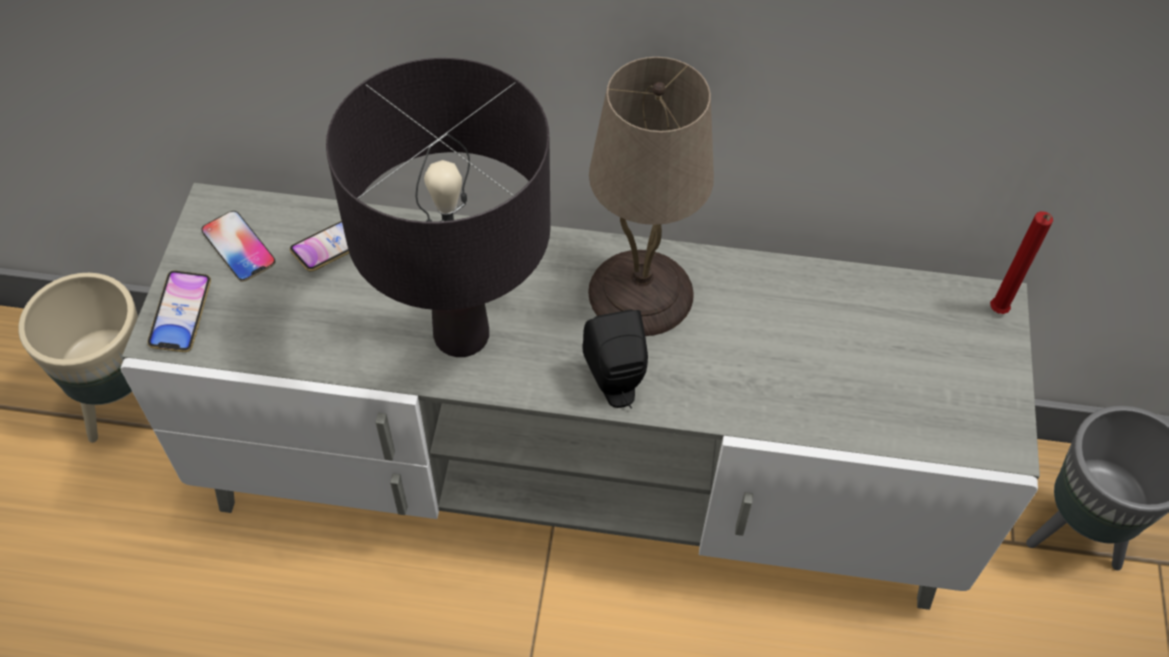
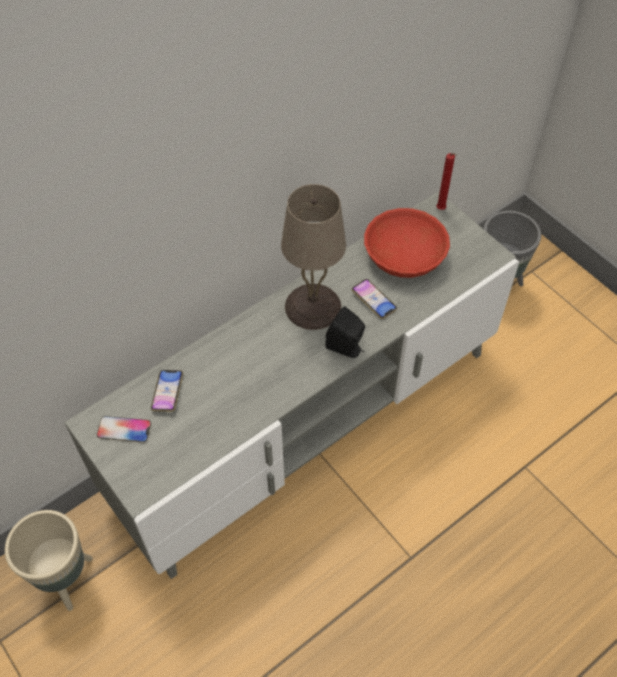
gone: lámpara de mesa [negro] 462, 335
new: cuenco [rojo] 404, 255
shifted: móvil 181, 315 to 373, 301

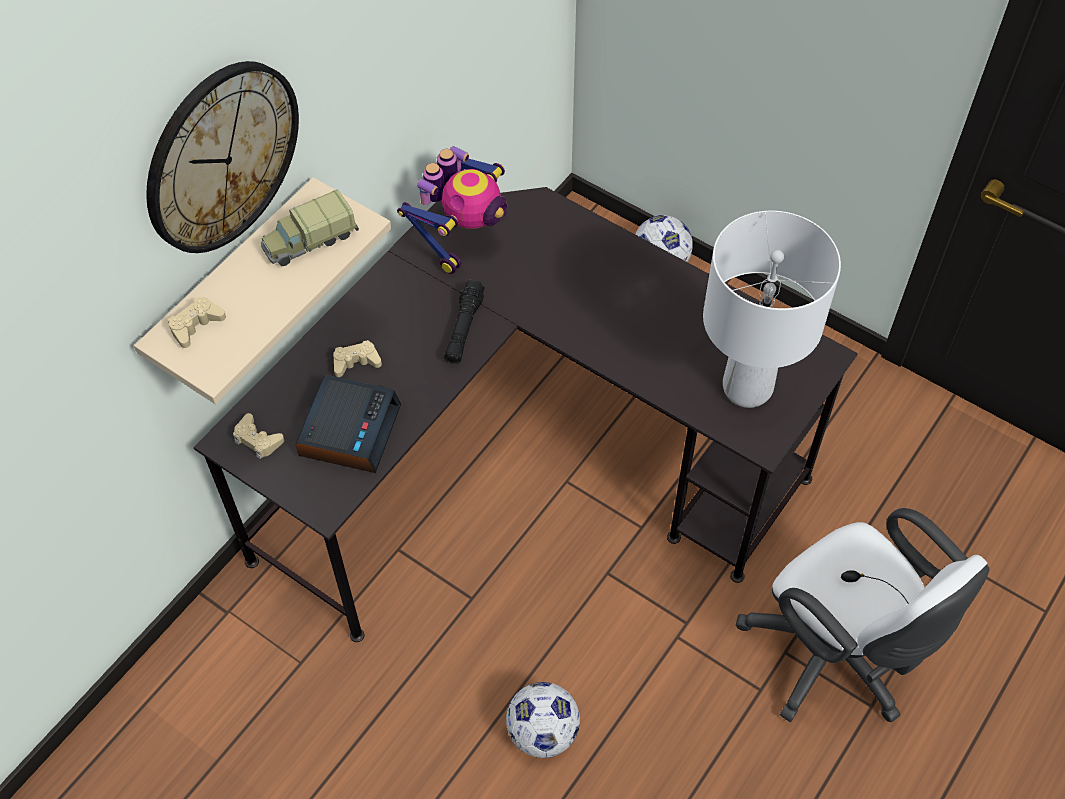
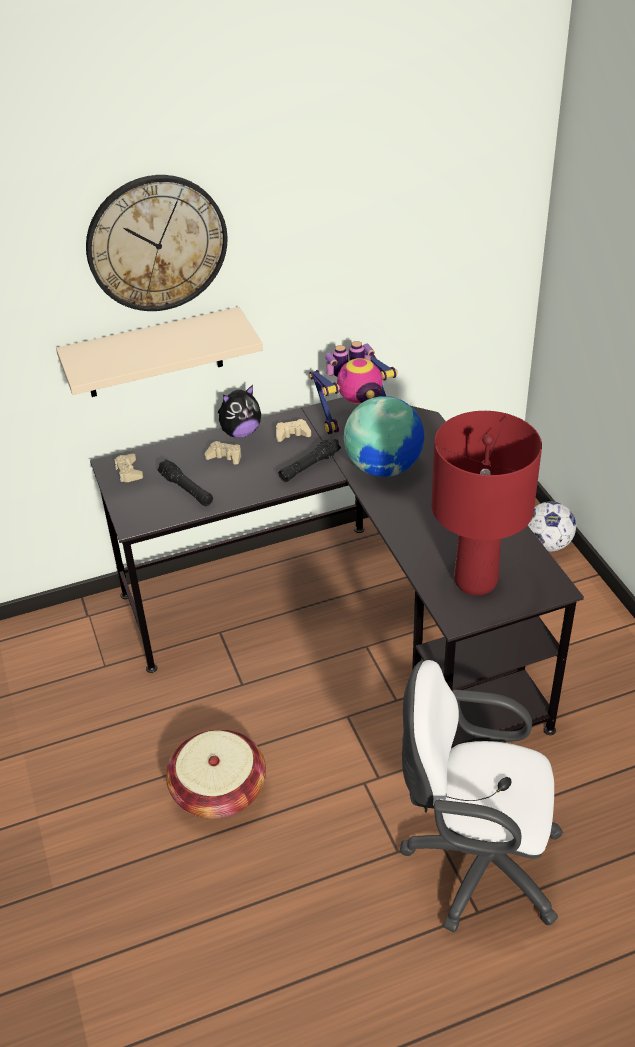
gone: camión de juguete 310, 241
new: peluche 240, 432; globo terráqueo 384, 467
shifted: mando de consola [beis] 196, 325 to 292, 434
swapped: despertador 349, 429 to linterna [negro] 186, 489; balón de fútbol 542, 732 to cesta 219, 790
repainted: lámpara de mesa [blanco] 748, 387 to lámpara de mesa [rojo] 476, 581
rotated: silla de oficina [blanco] 835, 658 = 475, 862 105 degrees clockwise

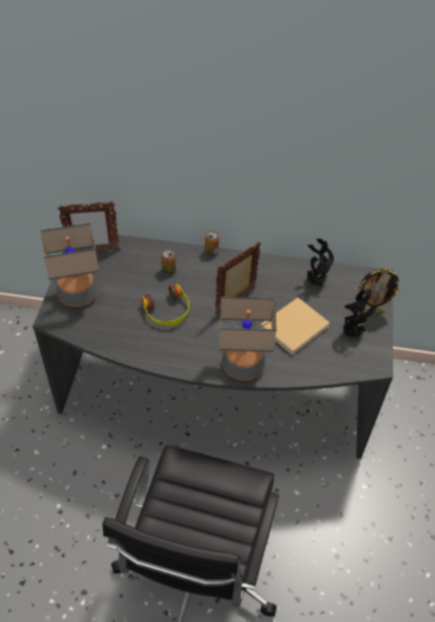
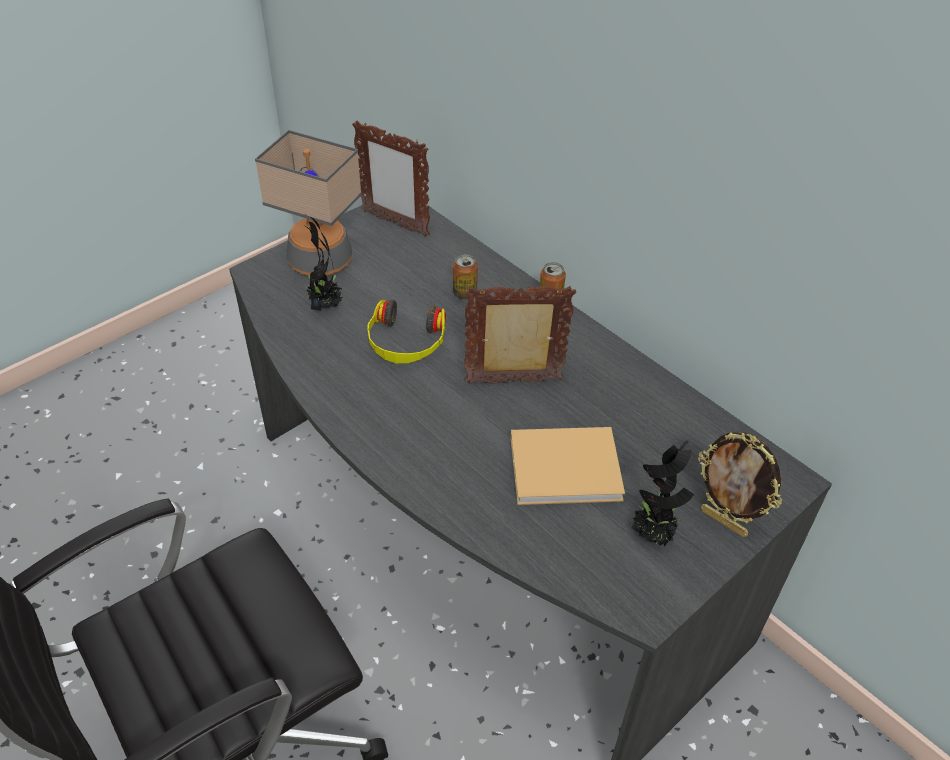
gone: lámpara de mesa 243, 365
shifted: planta en maceta 314, 282 to 324, 305

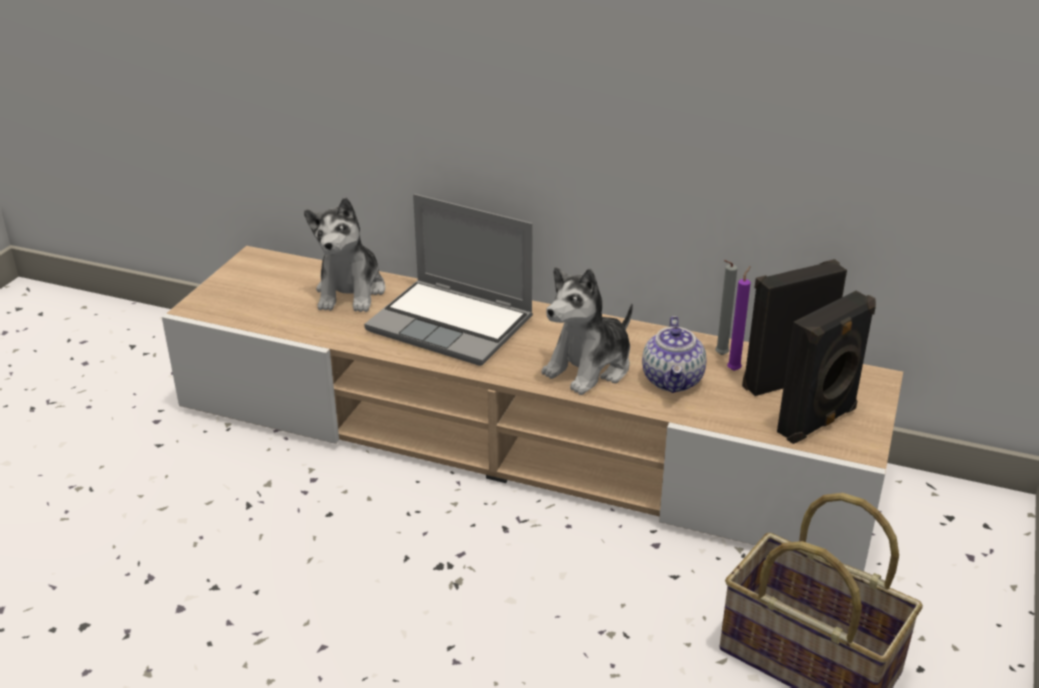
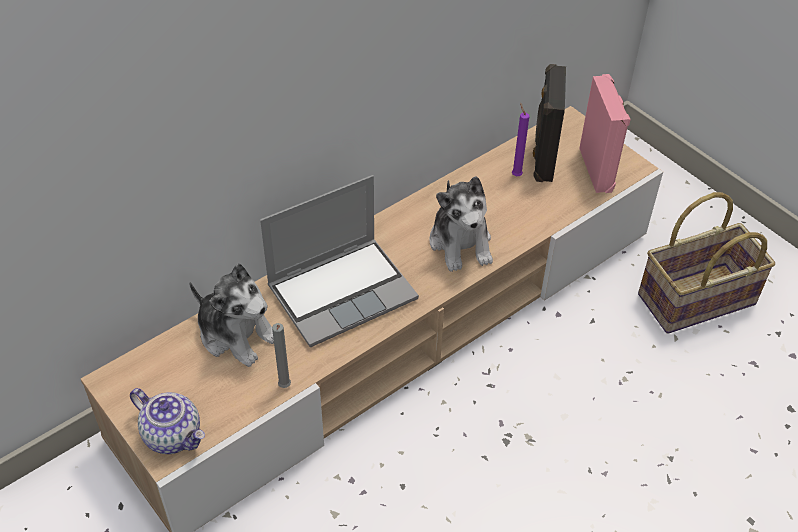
shifted: tetera 673, 380 to 173, 435; vela [gris] 719, 355 to 284, 387
repainted: altavoz [negro] 818, 422 to altavoz [rosa] 597, 169

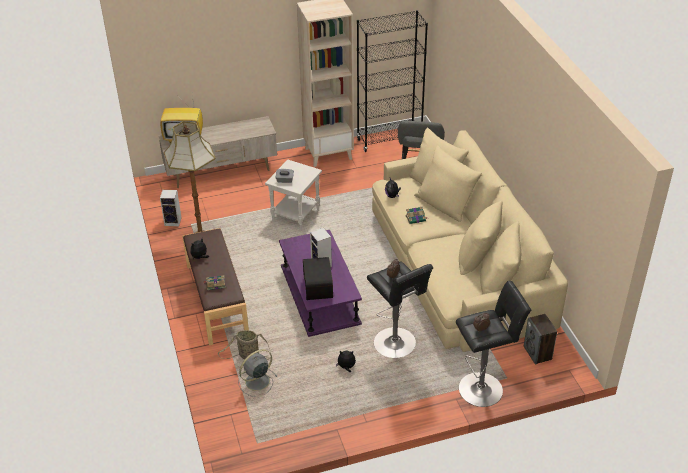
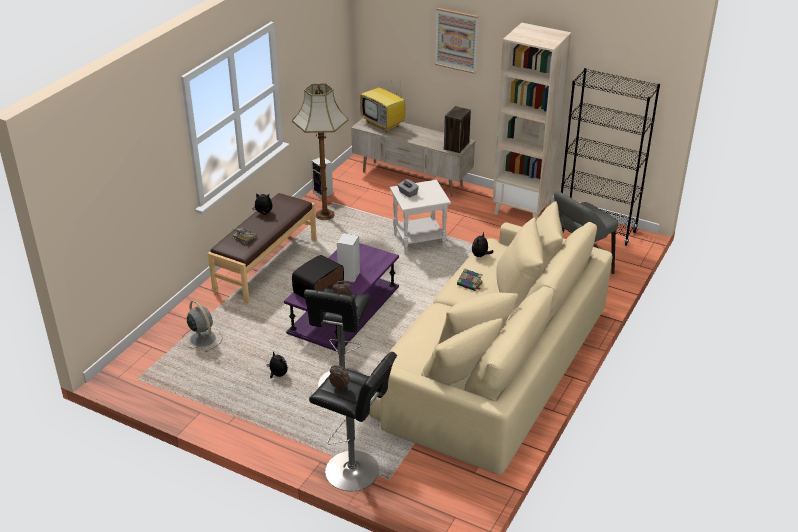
gone: cesta 247, 356
new: cuadro 456, 40
shifted: altavoz 538, 353 to 456, 146
rotated: ventilador [gris] 256, 382 = 202, 338 45 degrees clockwise

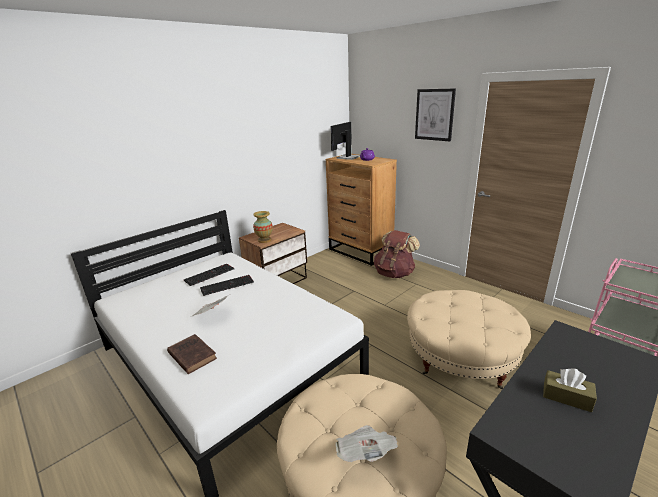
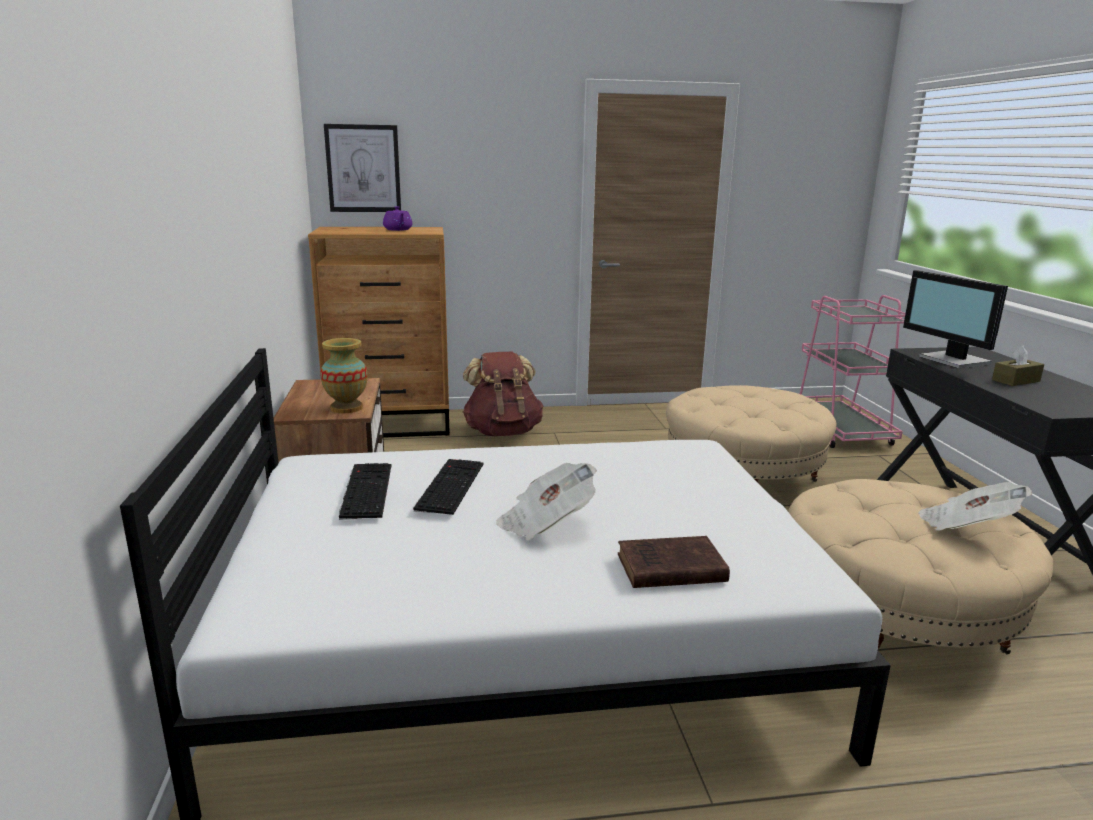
shifted: cuadro 434, 115 to 363, 168; monitor 347, 157 to 953, 360

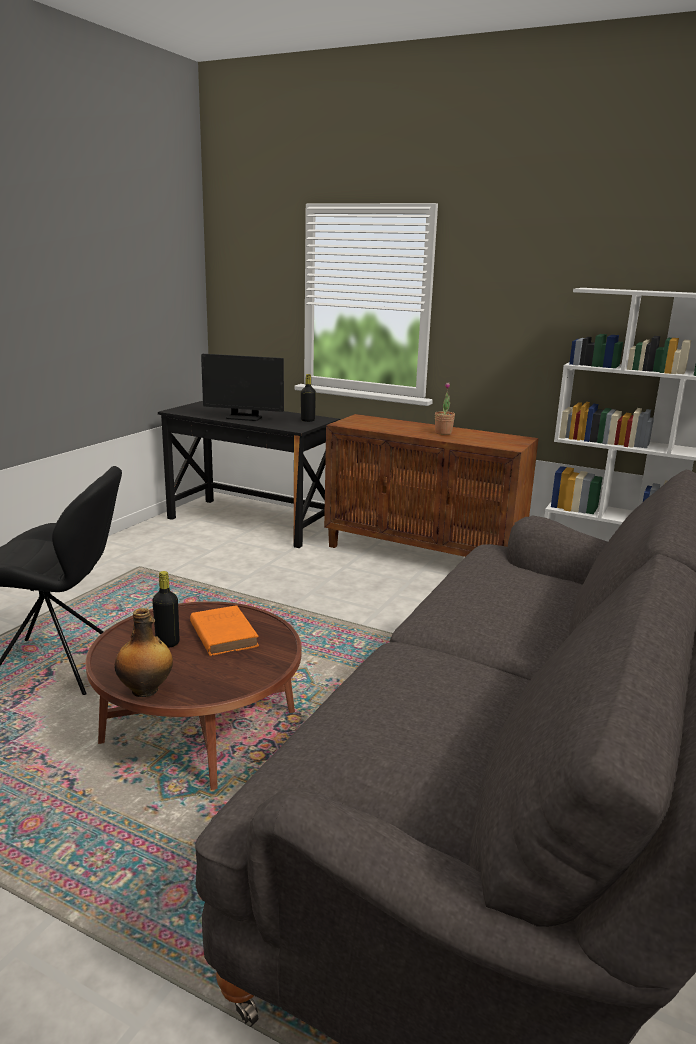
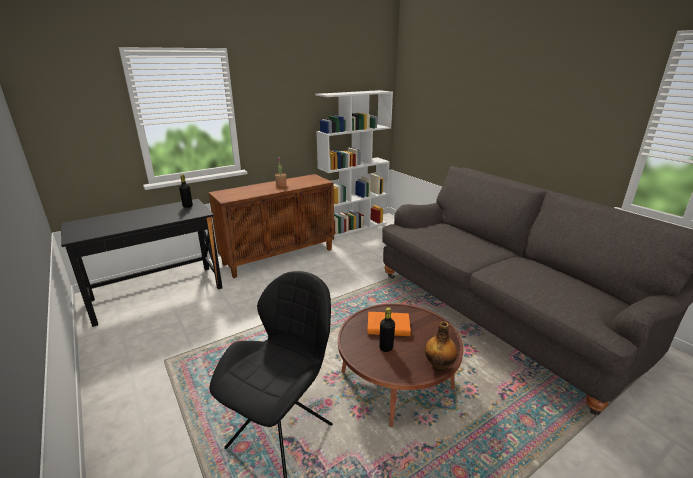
gone: monitor 244, 417

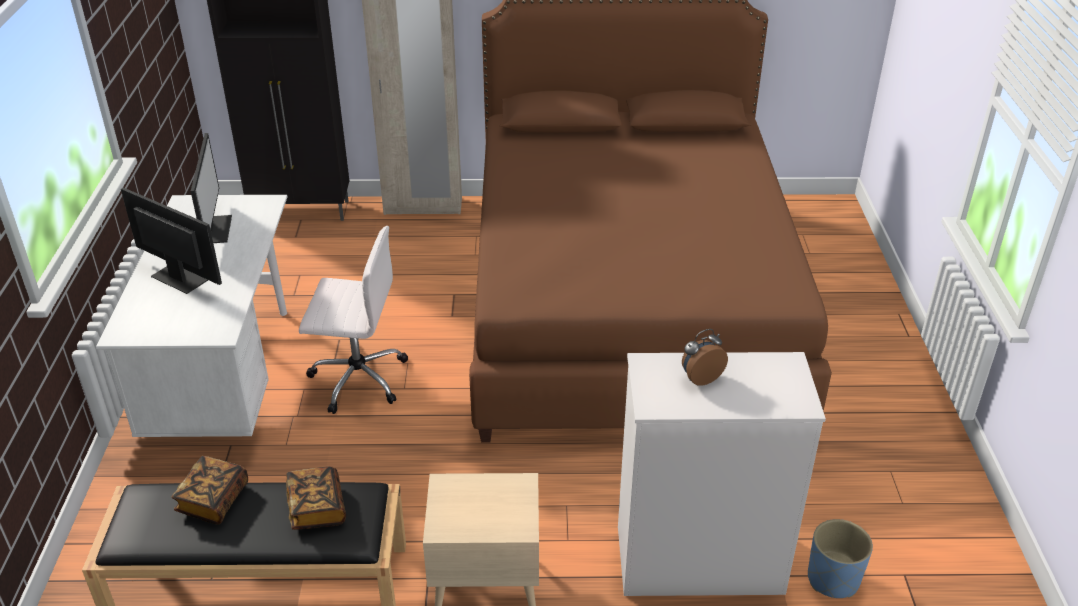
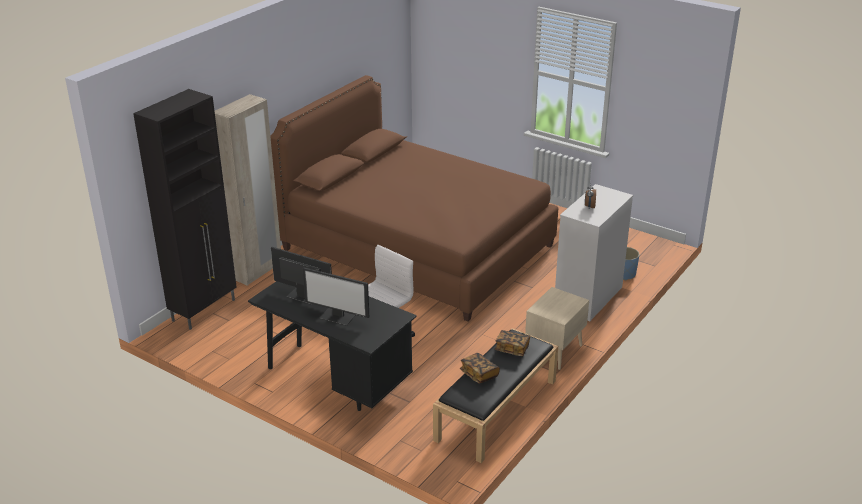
repainted: escritorio [blanco] 227, 380 to escritorio [negro] 335, 380
rotated: monitor 179, 278 = 338, 316 135 degrees counterclockwise

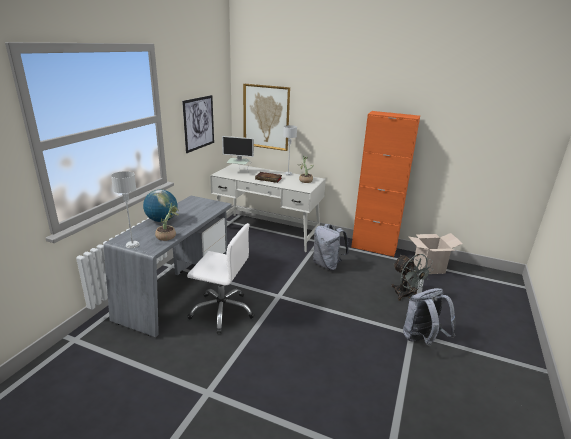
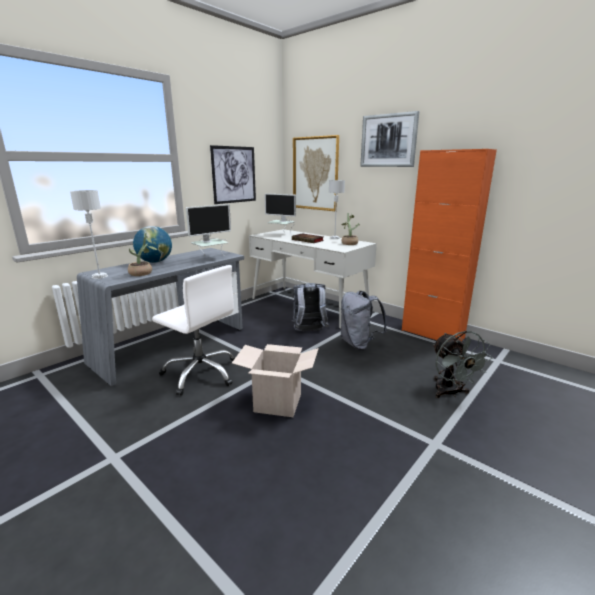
new: monitor 211, 258; cuadro 388, 140
shifted: caja de cartón 428, 268 to 277, 403; mochila [gris] 422, 340 to 309, 332

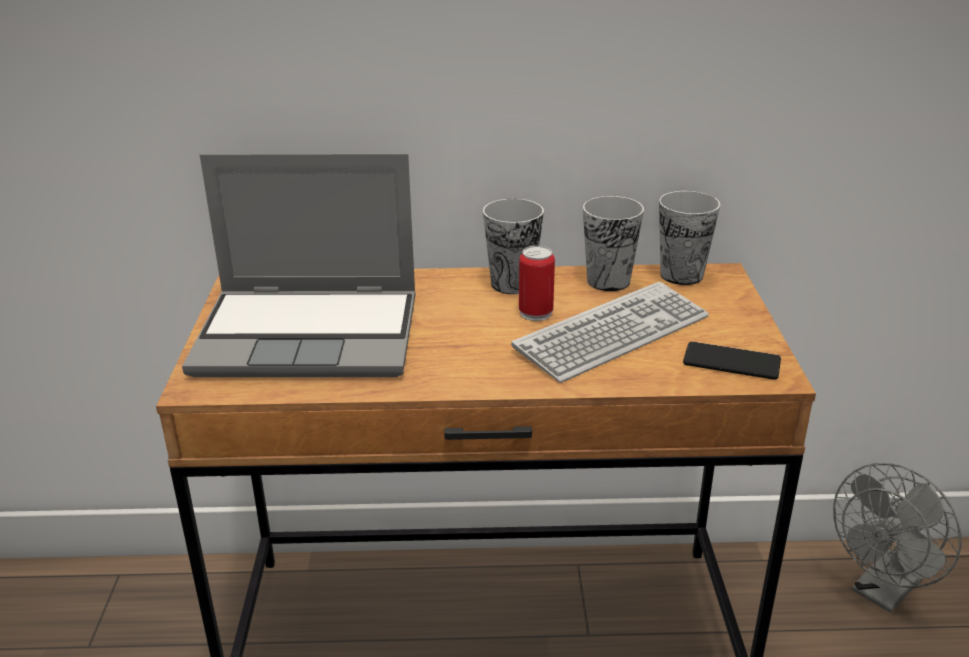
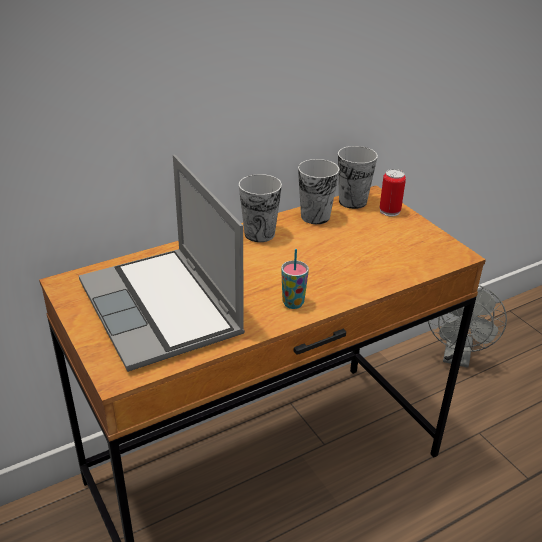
gone: teclado 612, 333; móvil 731, 362
new: taza 293, 303
shifted: lata 535, 313 to 389, 211
rotated: portátil 312, 335 = 163, 310 90 degrees clockwise

